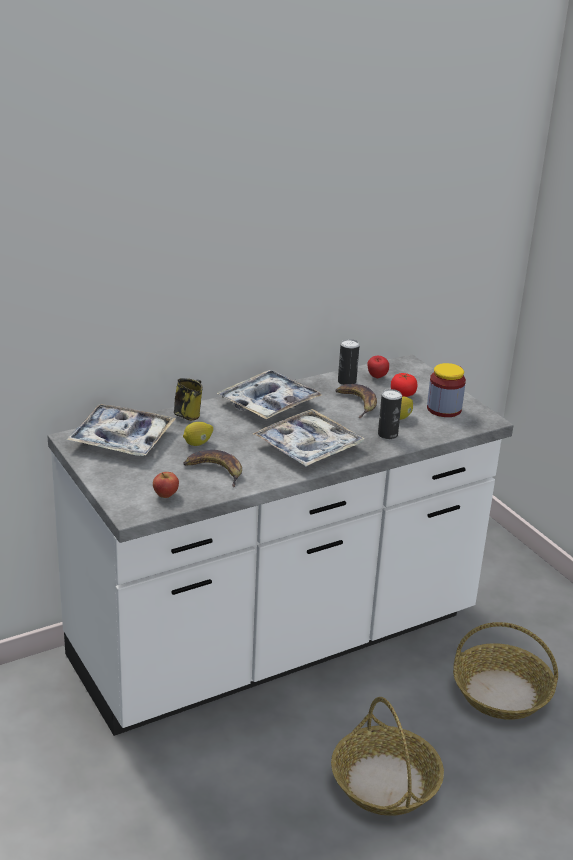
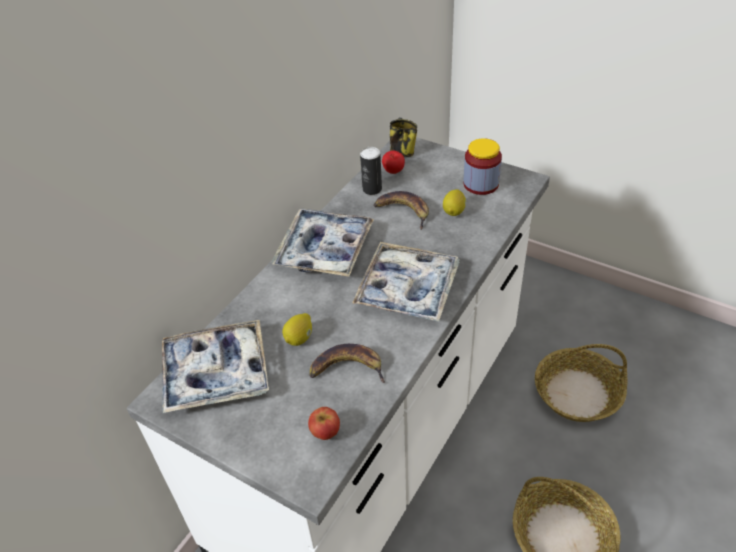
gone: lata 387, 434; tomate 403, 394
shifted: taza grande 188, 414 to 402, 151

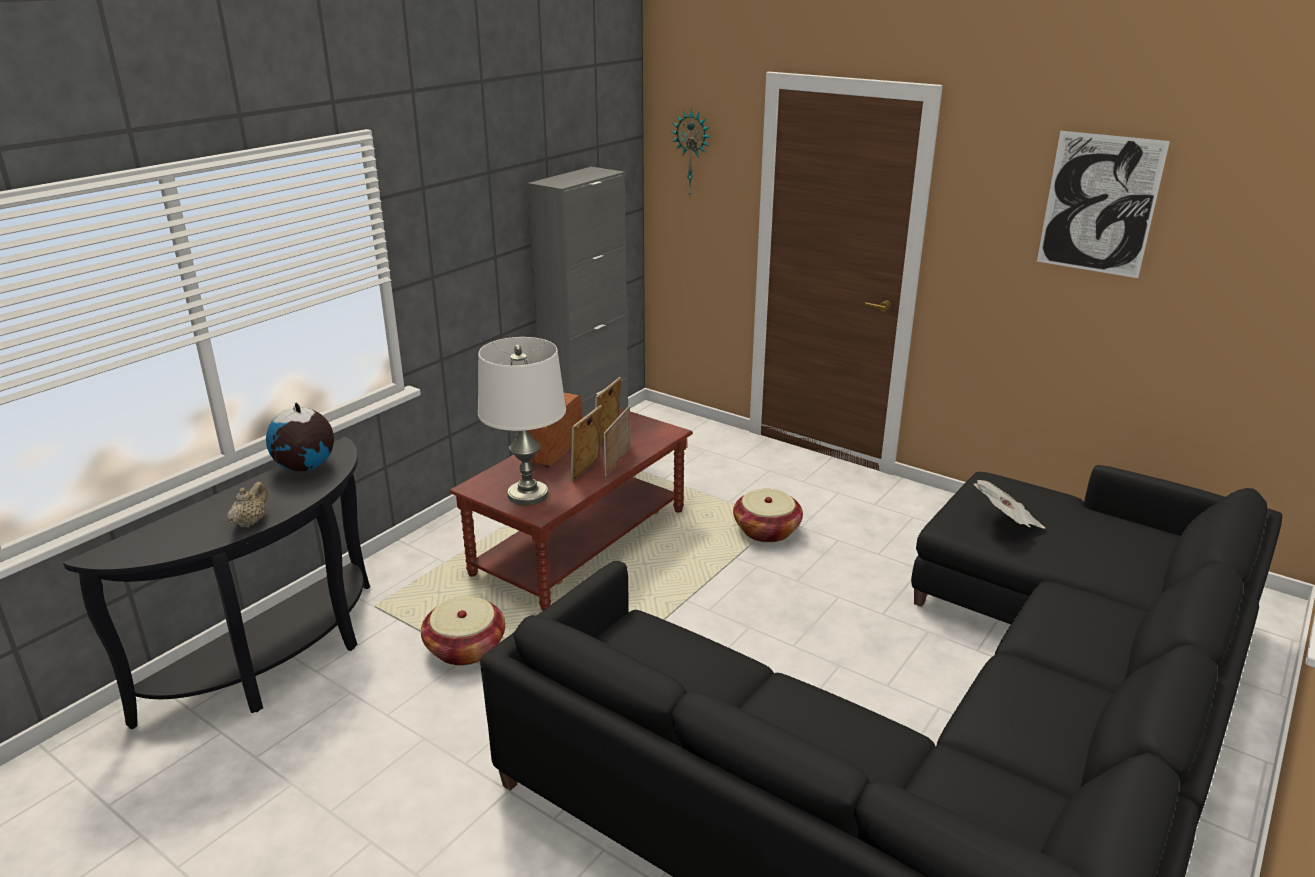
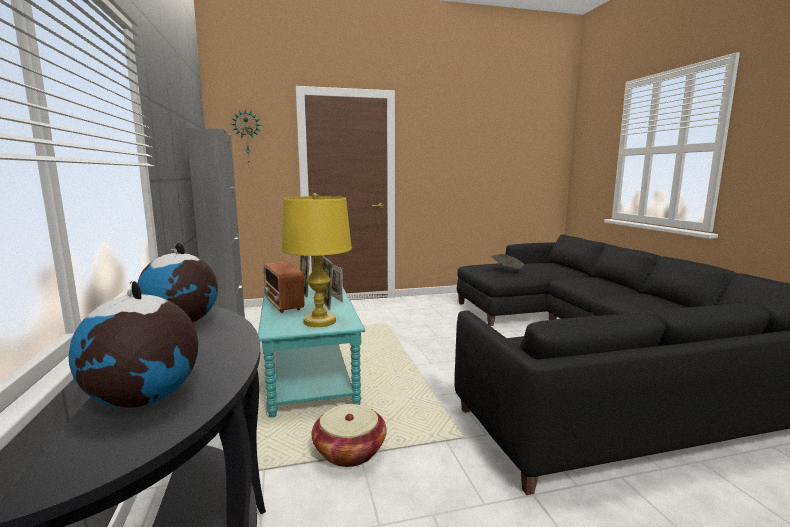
gone: tetera [beis] 250, 522; cesta 766, 530; cuadro 1099, 204
new: globo terráqueo 144, 400
repainted: mesa de centro [marrón] 580, 542 to mesa de centro [turquesa] 310, 370; lámpara de mesa [blanco] 528, 495 to lámpara de mesa [amarillo] 320, 321

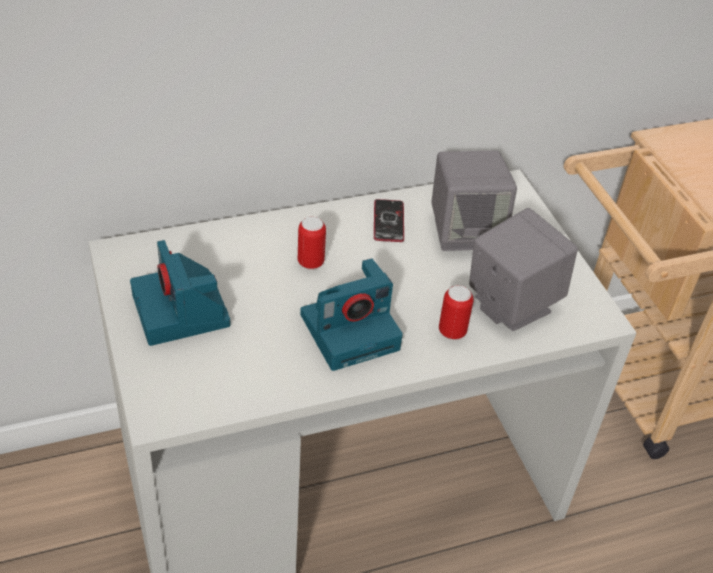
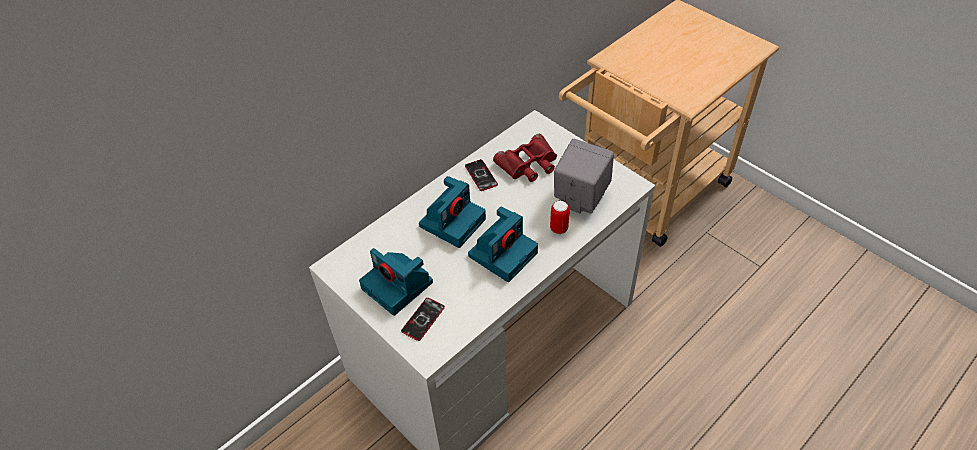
new: móvil 423, 319
swapped: lata 310, 262 to cámara 453, 221; altavoz [gris] 465, 233 to prismáticos [rojo] 528, 164

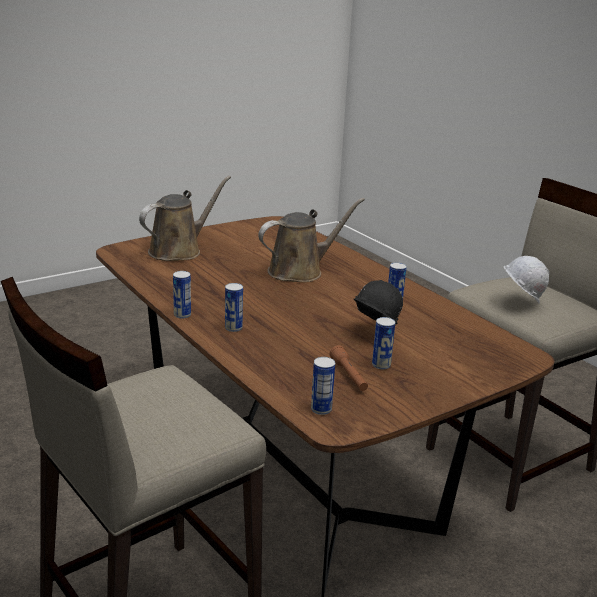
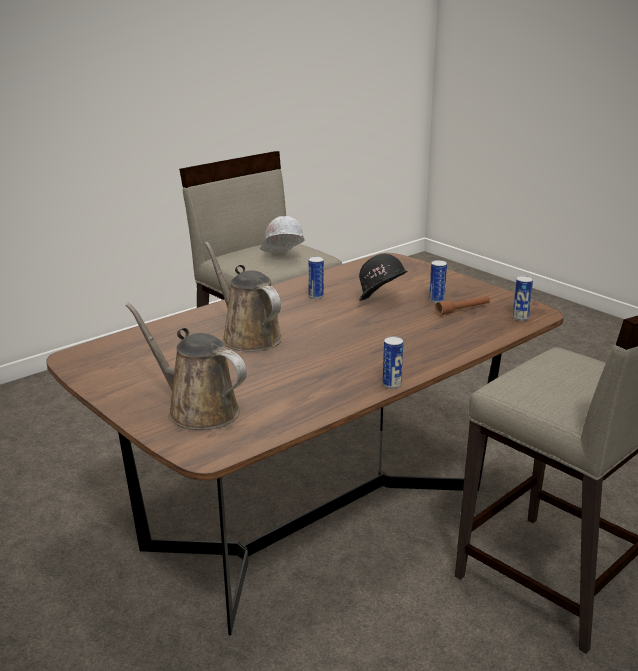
gone: lata 233, 328

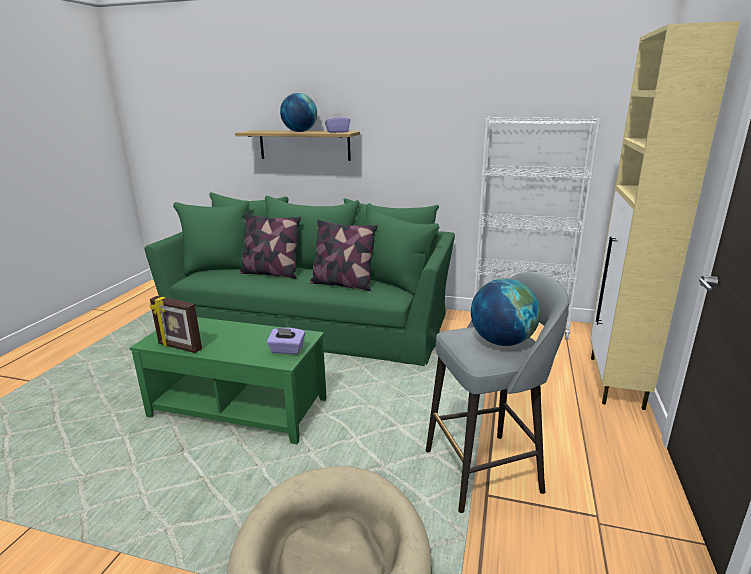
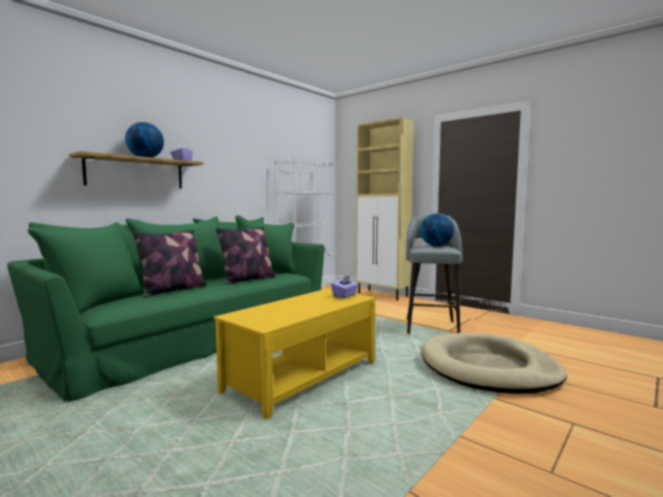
gone: portarretratos 179, 347
repainted: mesa de centro [verde] 239, 408 to mesa de centro [amarillo] 302, 376

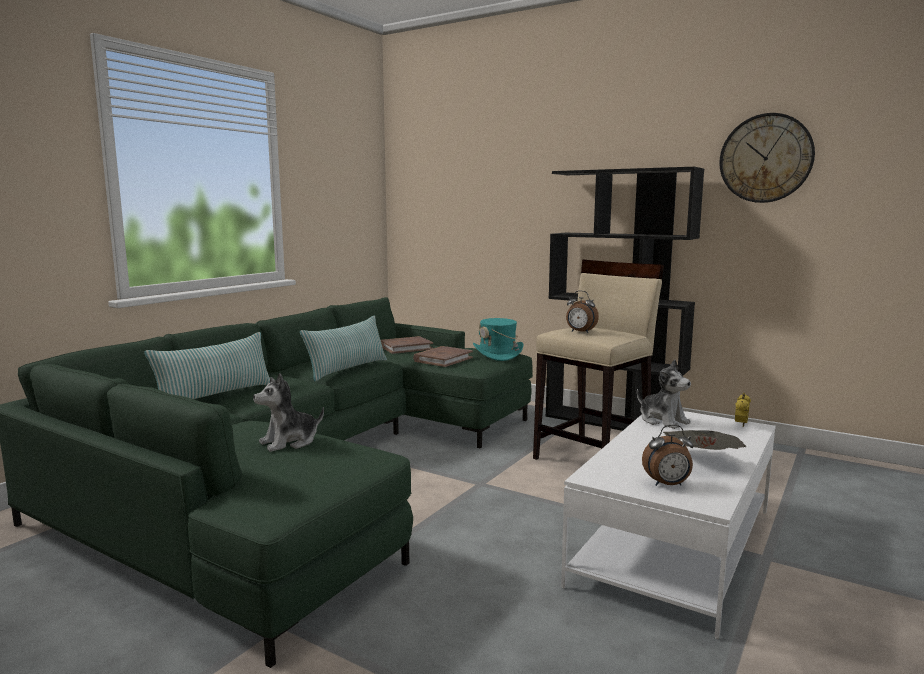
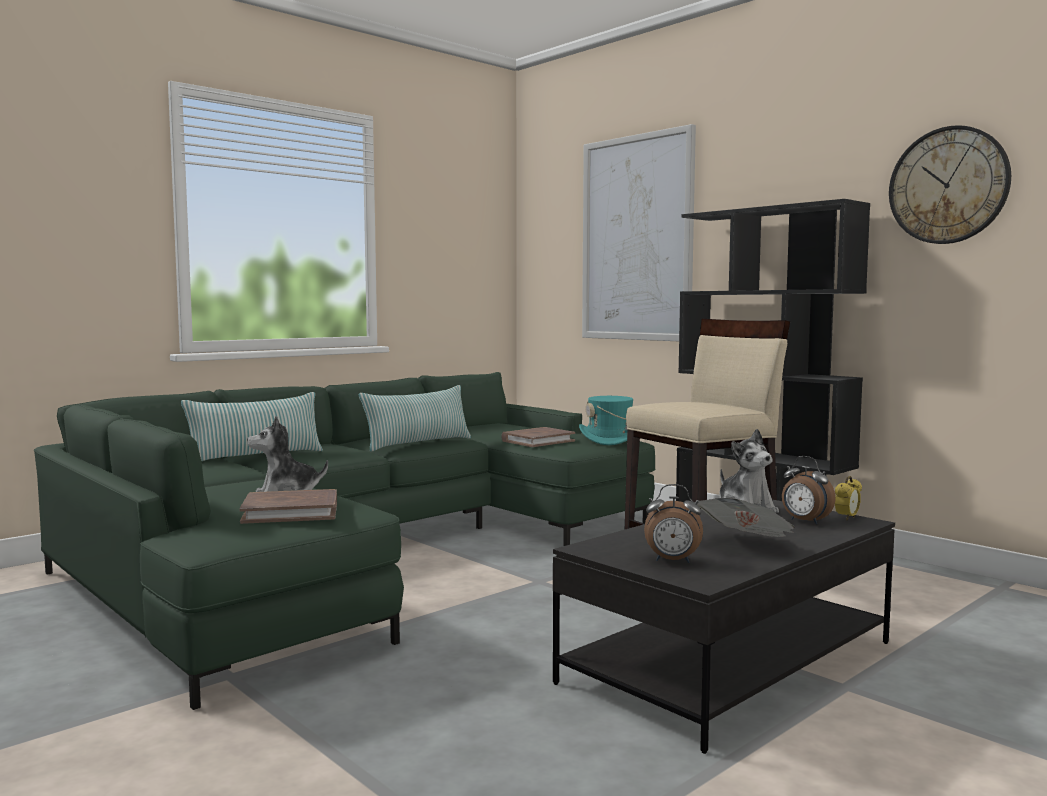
new: cuadro 637, 238
shifted: libro [marrón] 406, 348 to 291, 512; despertador 580, 332 to 804, 521
repainted: mesa de centro [blanco] 674, 546 to mesa de centro [negro] 730, 662

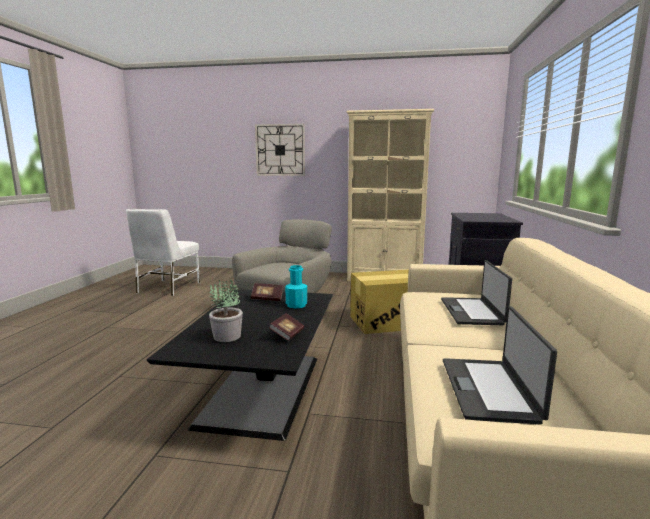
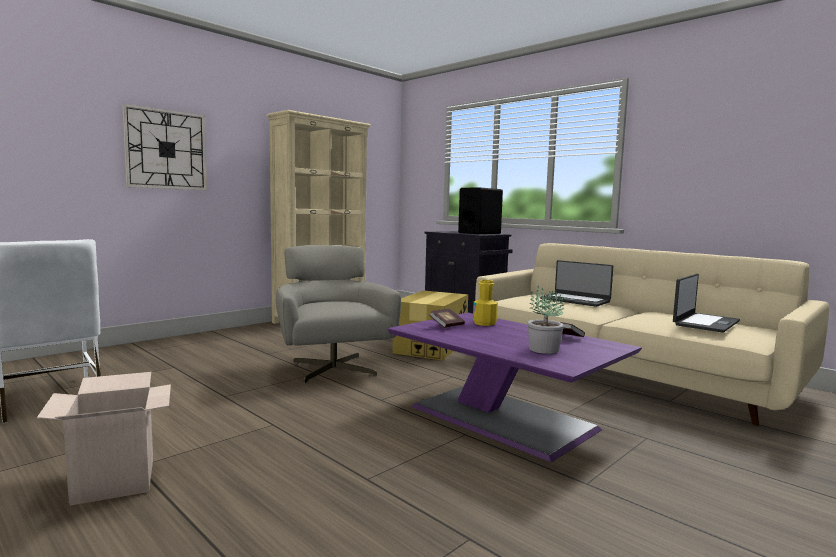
new: caja de cartón 114, 481; altavoz [negro] 479, 233
repainted: mesa de centro [negro] 261, 390 to mesa de centro [morado] 505, 418; botella [turquesa] 296, 305 to botella [amarillo] 484, 323
rotated: portátil 489, 389 = 705, 323 90 degrees counterclockwise

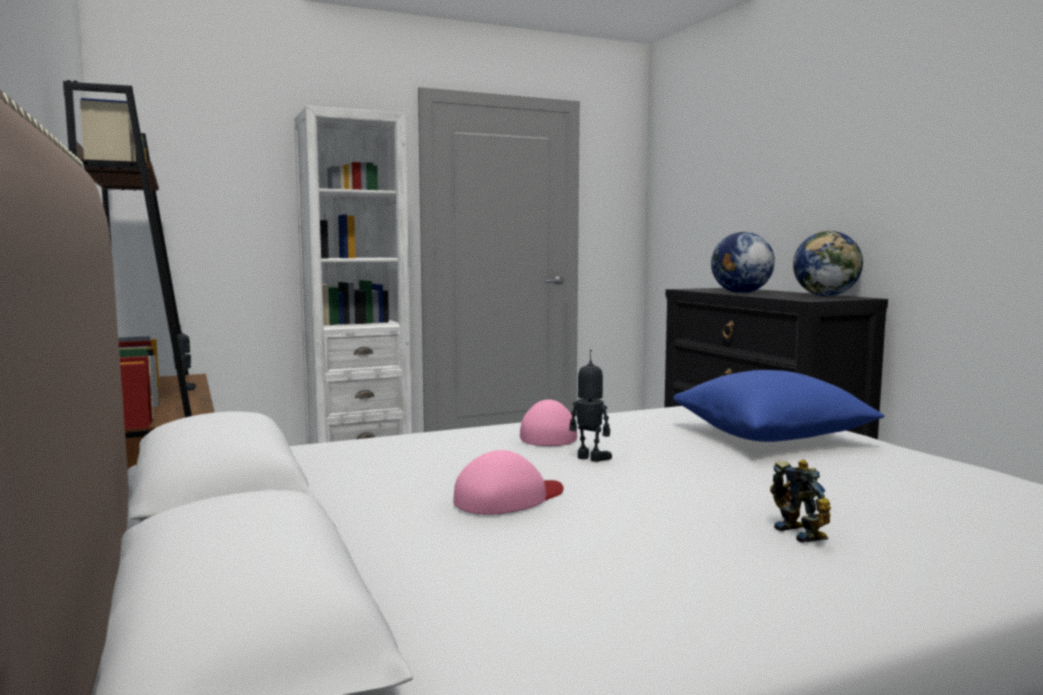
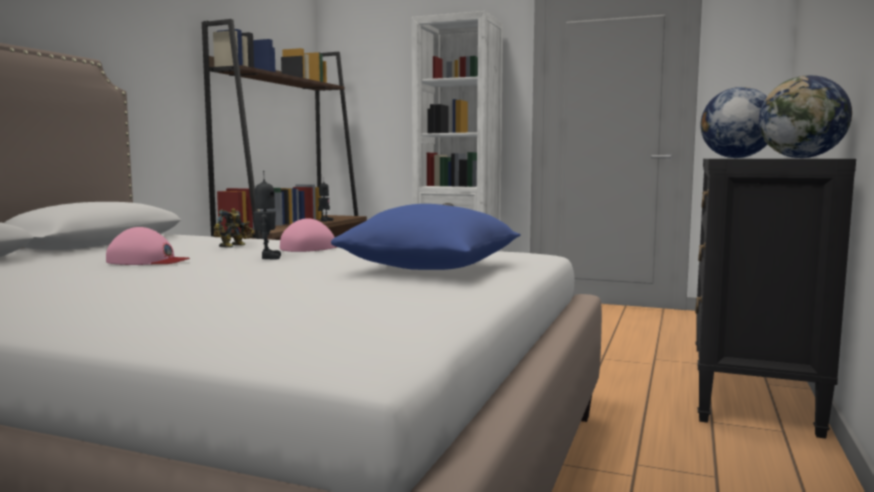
shifted: robot de juguete 802, 532 to 234, 246

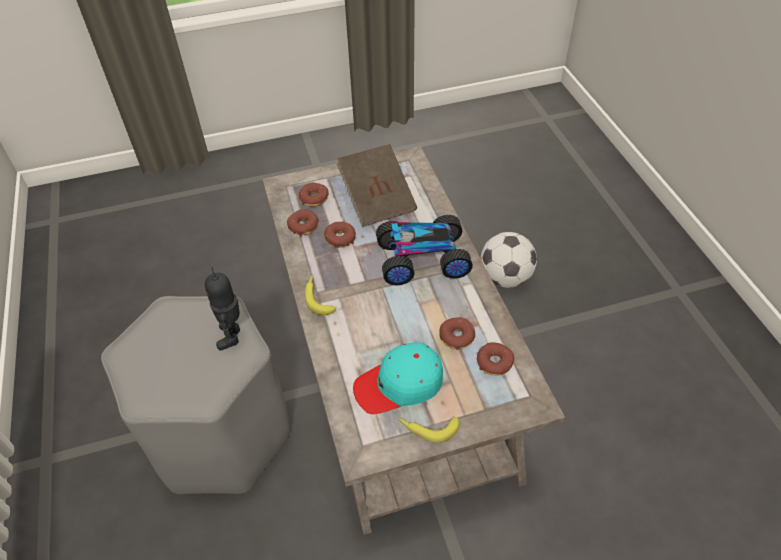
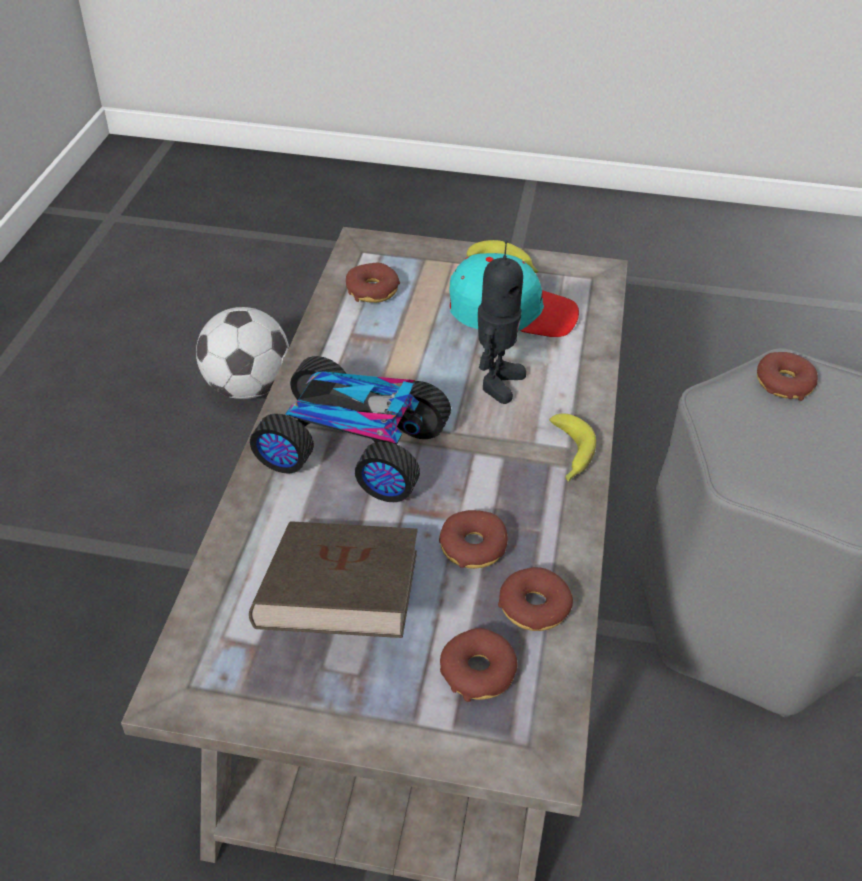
shifted: balón de fútbol 505, 278 to 247, 387; robot de juguete 232, 336 to 496, 382; rosquilla 456, 337 to 784, 383

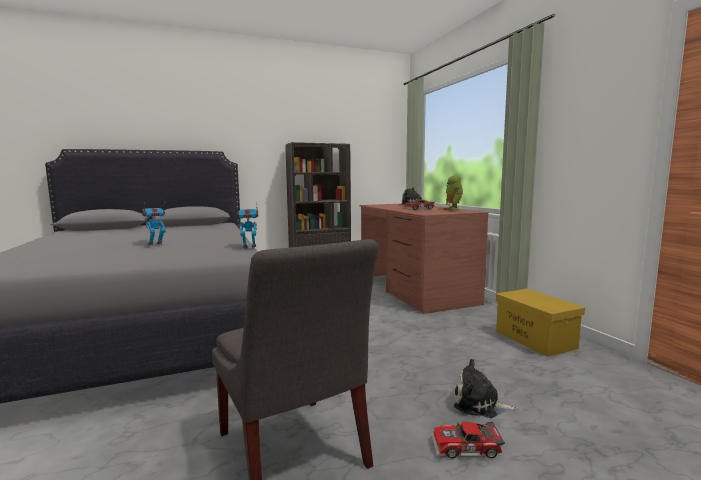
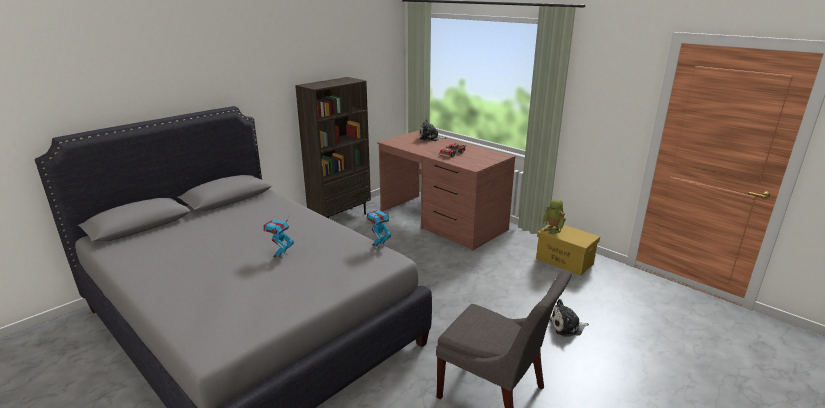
gone: coche de juguete 466, 448
shifted: robot de juguete 453, 210 to 553, 230

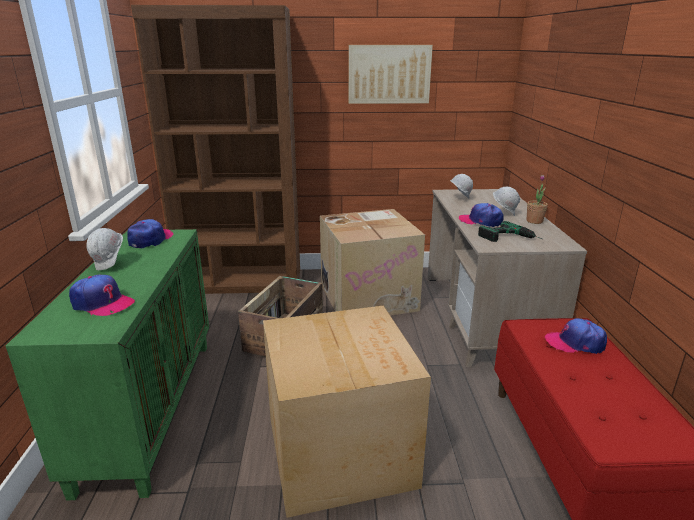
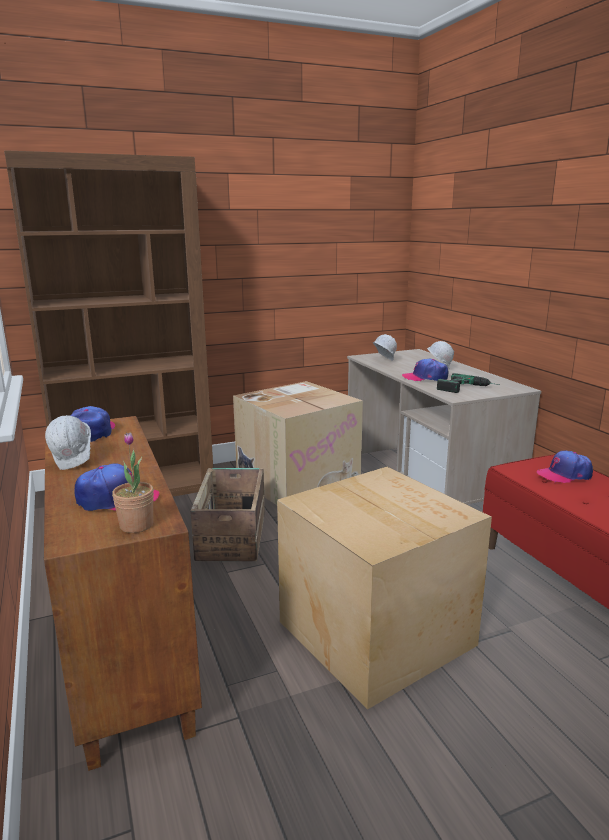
gone: cuadro 389, 74
shifted: planta en maceta 534, 221 to 136, 525
repainted: armario [verde] 149, 408 to armario [marrón] 122, 644

